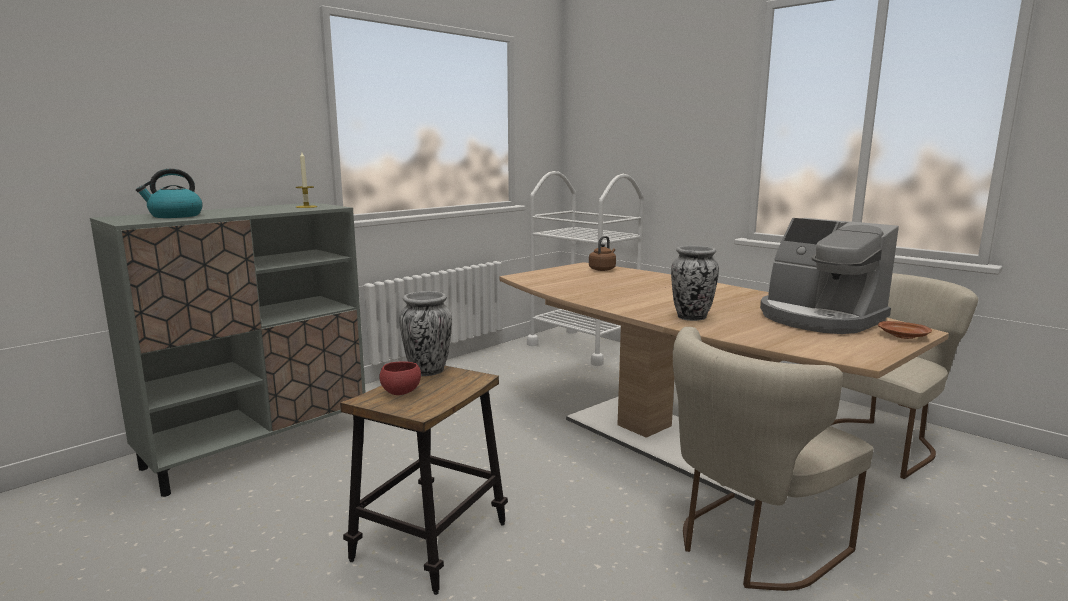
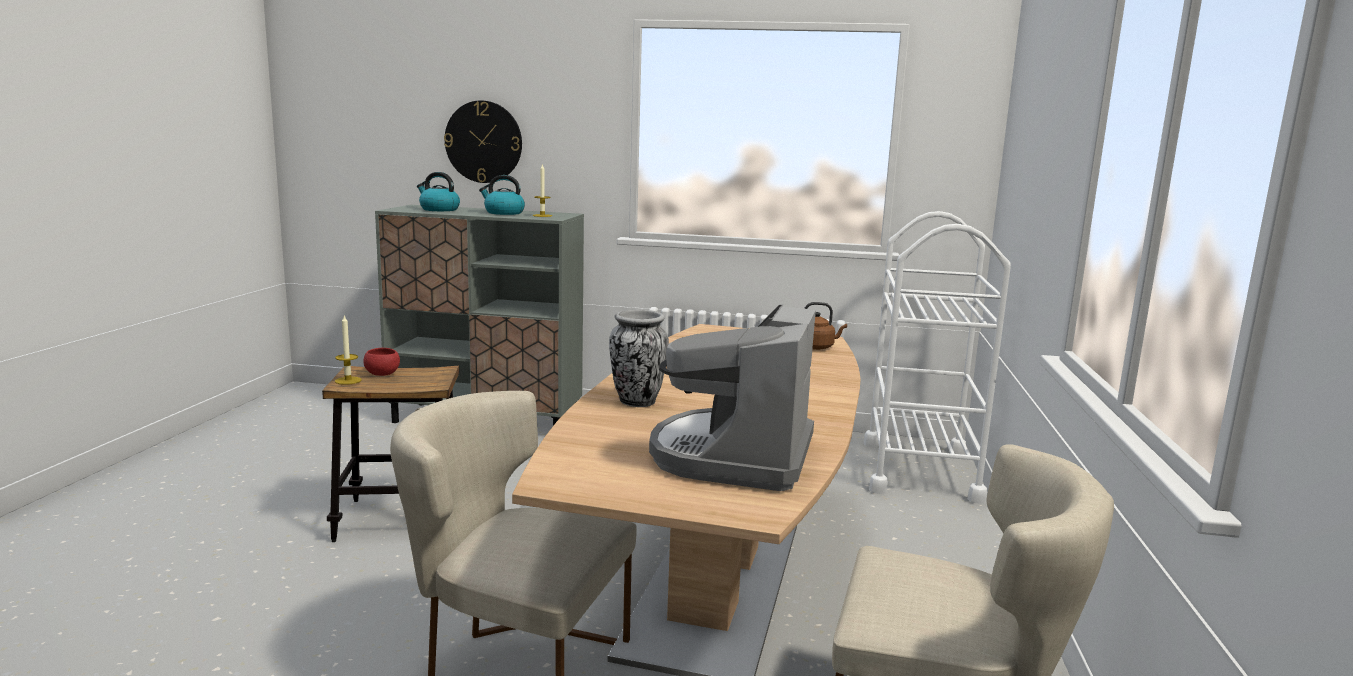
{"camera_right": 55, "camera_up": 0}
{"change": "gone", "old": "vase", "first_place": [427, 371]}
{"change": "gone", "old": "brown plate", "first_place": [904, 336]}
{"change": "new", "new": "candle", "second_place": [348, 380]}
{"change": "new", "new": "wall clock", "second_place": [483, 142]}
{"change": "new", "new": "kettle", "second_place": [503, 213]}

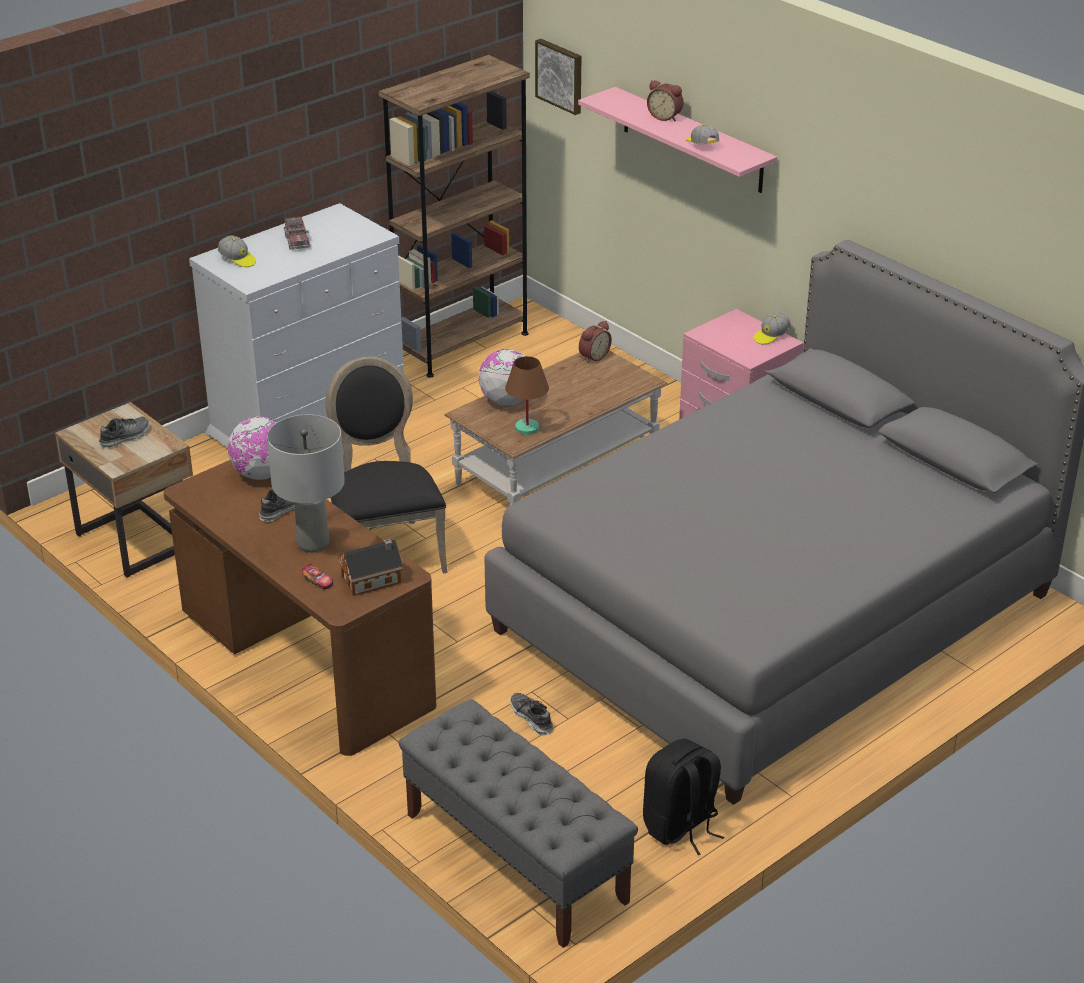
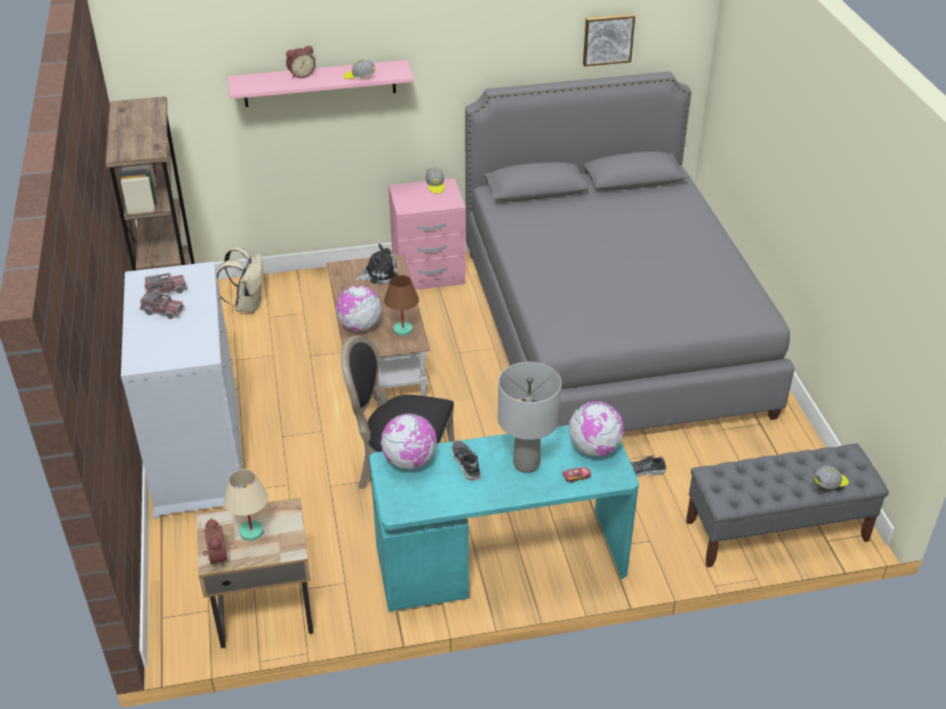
{"camera_right": -60, "camera_up": 5}
{"change": "swapped", "old": "shoe", "new": "beige table lamp", "first_place": [125, 437], "second_place": [251, 532]}
{"change": "repainted", "old": "brown desk", "new": "turquoise desk", "first_place": [304, 659], "second_place": [500, 561]}
{"change": "shifted", "old": "cap", "first_place": [237, 260], "second_place": [830, 483]}
{"change": "swapped", "old": "toy house", "new": "globe", "first_place": [374, 579], "second_place": [594, 448]}
{"change": "shifted", "old": "picture", "first_place": [560, 75], "second_place": [607, 39]}
{"change": "shifted", "old": "alarm clock", "first_place": [593, 356], "second_place": [215, 556]}
{"change": "gone", "old": "black backpack", "first_place": [681, 827]}
{"change": "new", "new": "toy truck", "second_place": [166, 290]}
{"change": "new", "new": "beige backpack", "second_place": [247, 305]}
{"change": "new", "new": "plush toy", "second_place": [379, 273]}

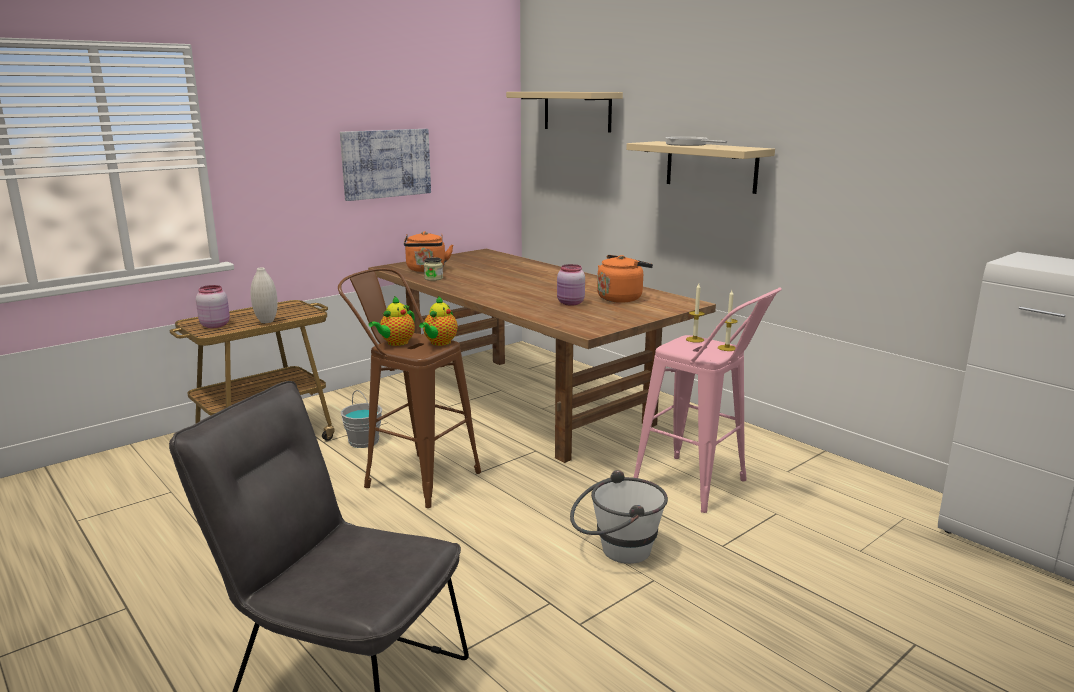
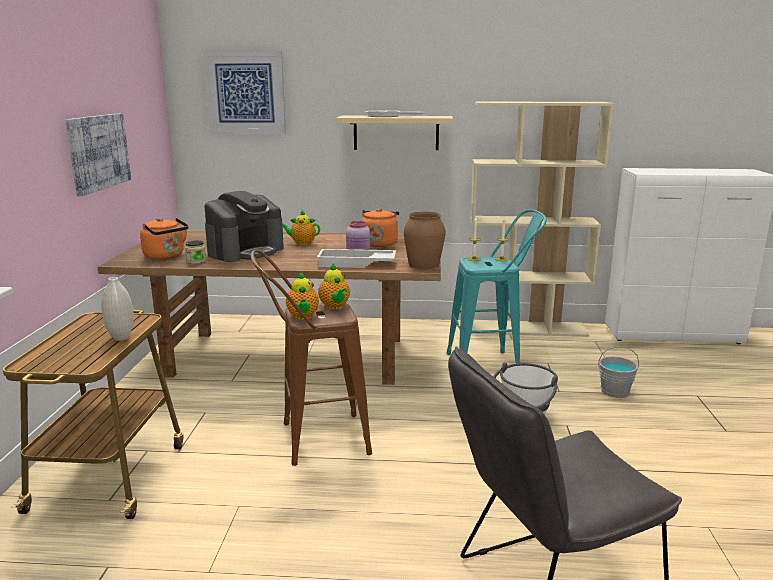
{"camera_right": -45, "camera_up": 0}
{"change": "gone", "old": "pink jar", "first_place": [215, 325]}
{"change": "shifted", "old": "grey bucket", "first_place": [364, 441], "second_place": [615, 391]}
{"change": "swapped", "old": "beige shelf", "new": "picture", "first_place": [577, 111], "second_place": [245, 92]}
{"change": "repainted", "old": "pink stool", "new": "turquoise stool", "first_place": [700, 487], "second_place": [491, 365]}
{"change": "new", "new": "coffee machine", "second_place": [246, 251]}
{"change": "new", "new": "teapot", "second_place": [301, 243]}
{"change": "new", "new": "white tray", "second_place": [356, 264]}
{"change": "new", "new": "brown vase", "second_place": [424, 264]}
{"change": "new", "new": "beige bookcase", "second_place": [526, 328]}

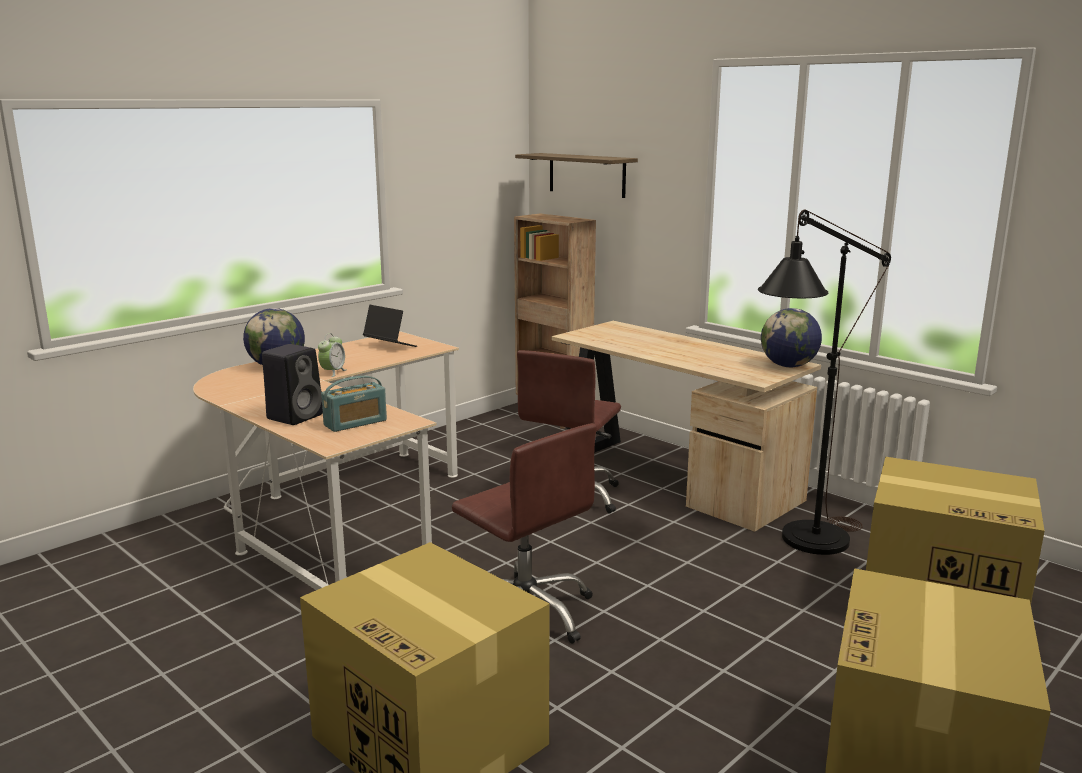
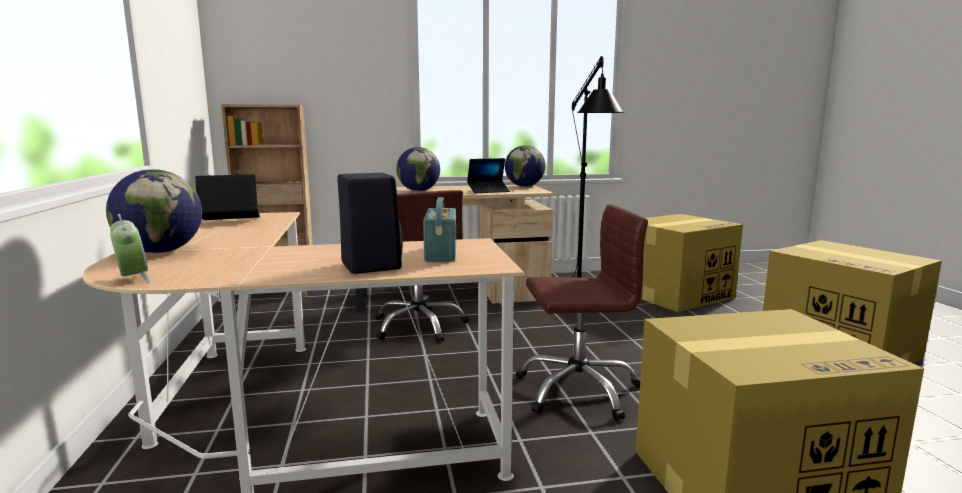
{"camera_right": -55, "camera_up": -5}
{"change": "shifted", "old": "alarm clock", "first_place": [333, 372], "second_place": [133, 279]}
{"change": "gone", "old": "shelf", "first_place": [586, 175]}
{"change": "new", "new": "globe", "second_place": [418, 191]}
{"change": "new", "new": "laptop", "second_place": [488, 191]}

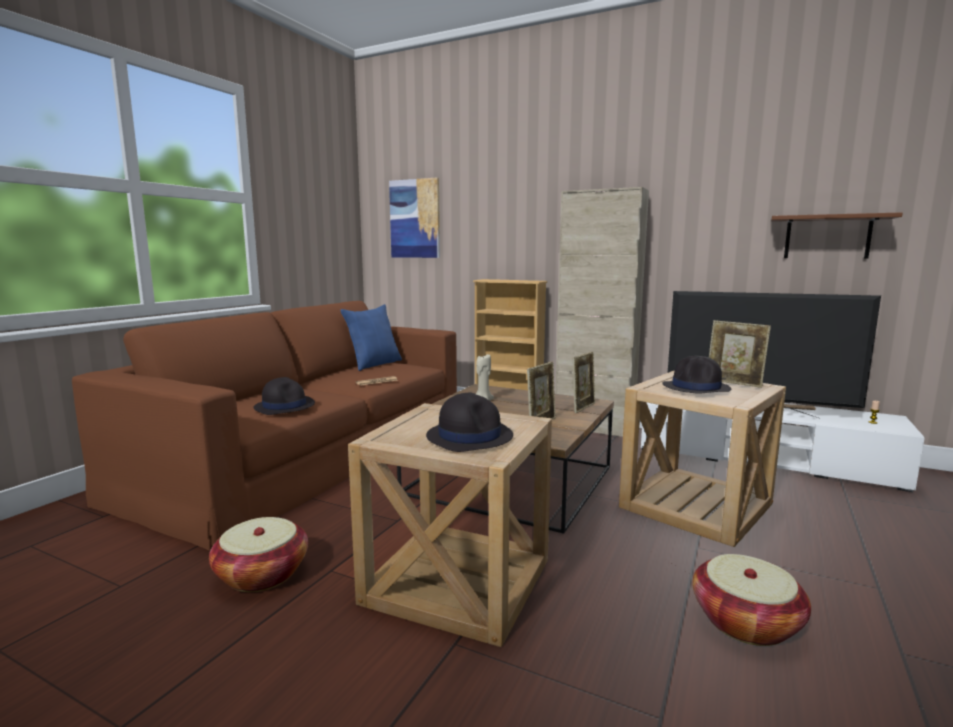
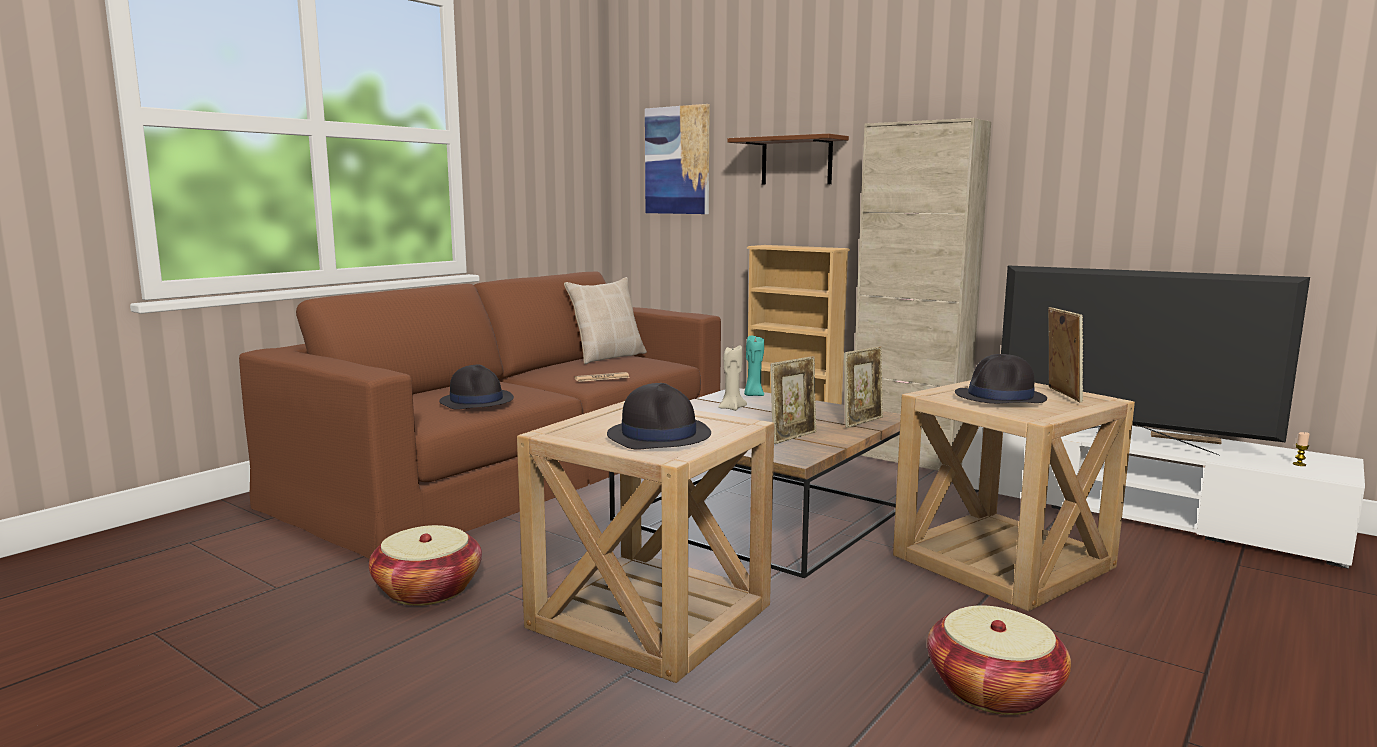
{"camera_right": 10, "camera_up": 0}
{"change": "repainted", "old": "blue pillow", "new": "beige pillow", "first_place": [374, 364], "second_place": [607, 357]}
{"change": "rotated", "old": "picture frame", "first_place": [734, 383], "second_place": [1061, 394], "degrees": -135}
{"change": "shifted", "old": "brown shelf", "first_place": [827, 237], "second_place": [796, 161]}
{"change": "new", "new": "turquoise candle", "second_place": [753, 395]}

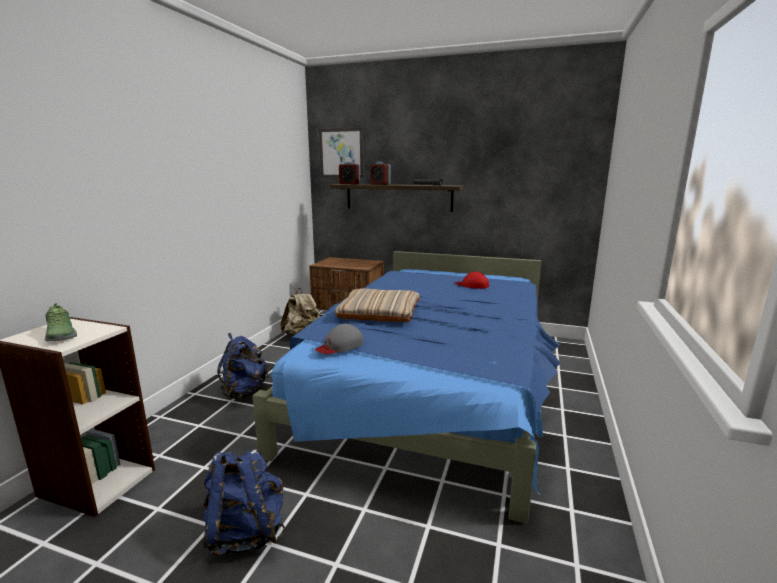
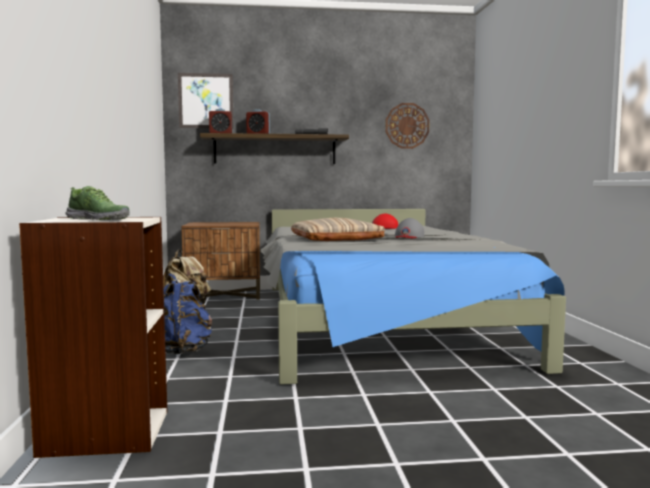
{"camera_right": -25, "camera_up": -10}
{"change": "gone", "old": "blue backpack", "first_place": [246, 533]}
{"change": "repainted", "old": "blue bed", "new": "grey bed", "first_place": [433, 382], "second_place": [376, 320]}
{"change": "shifted", "old": "grey cap", "first_place": [340, 345], "second_place": [408, 236]}
{"change": "new", "new": "wall clock", "second_place": [407, 126]}

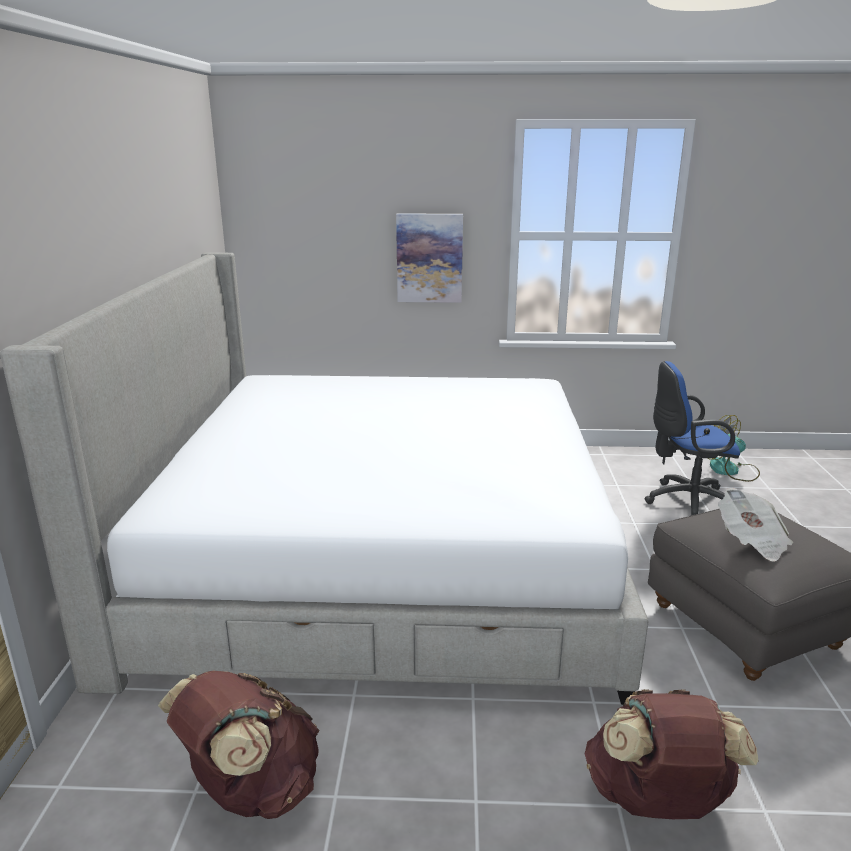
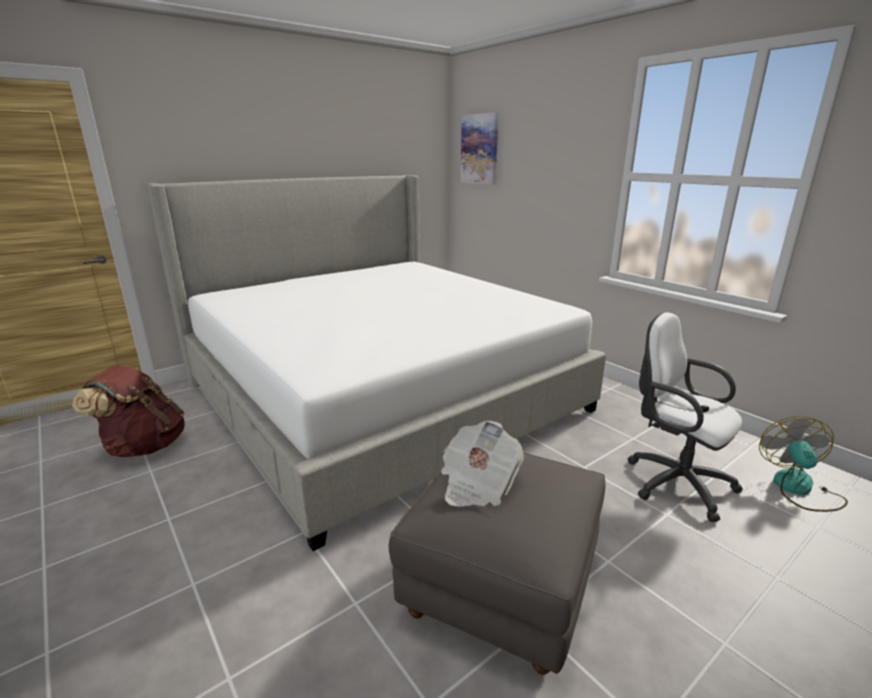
{"camera_right": 50, "camera_up": 0}
{"change": "shifted", "old": "picture", "first_place": [429, 258], "second_place": [479, 149]}
{"change": "gone", "old": "brown backpack", "first_place": [656, 801]}
{"change": "repainted", "old": "blue office chair", "new": "white office chair", "first_place": [685, 502], "second_place": [673, 481]}

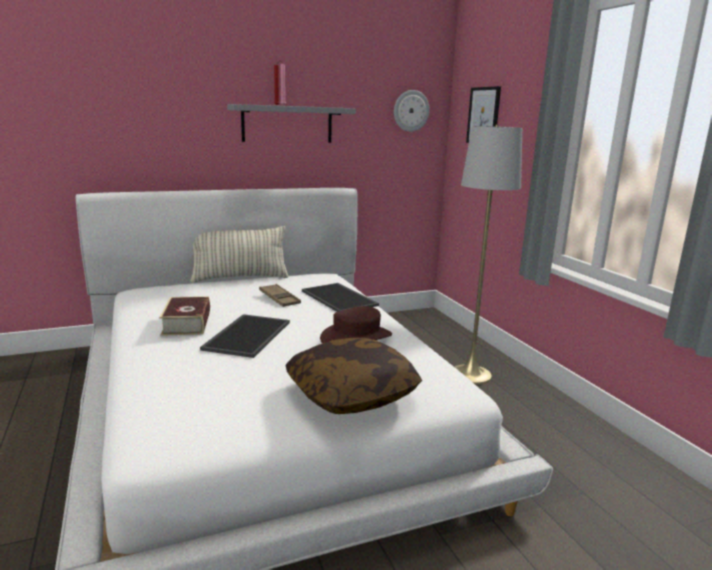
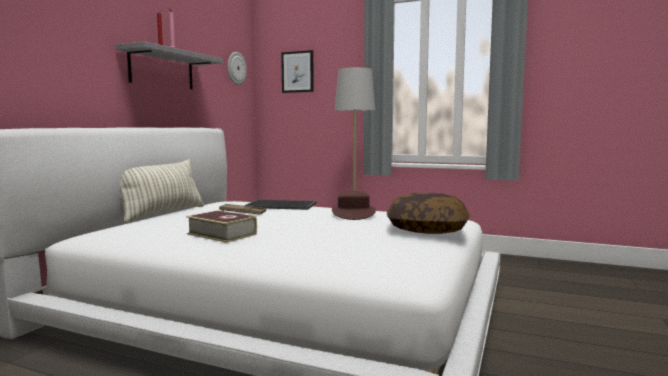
{"camera_right": -45, "camera_up": -10}
{"change": "gone", "old": "tray", "first_place": [246, 335]}

